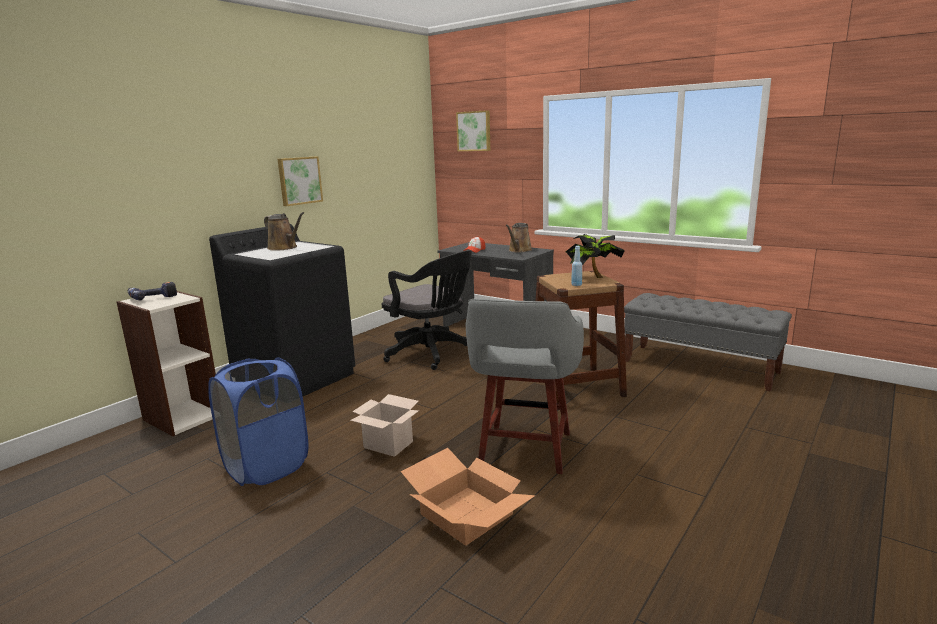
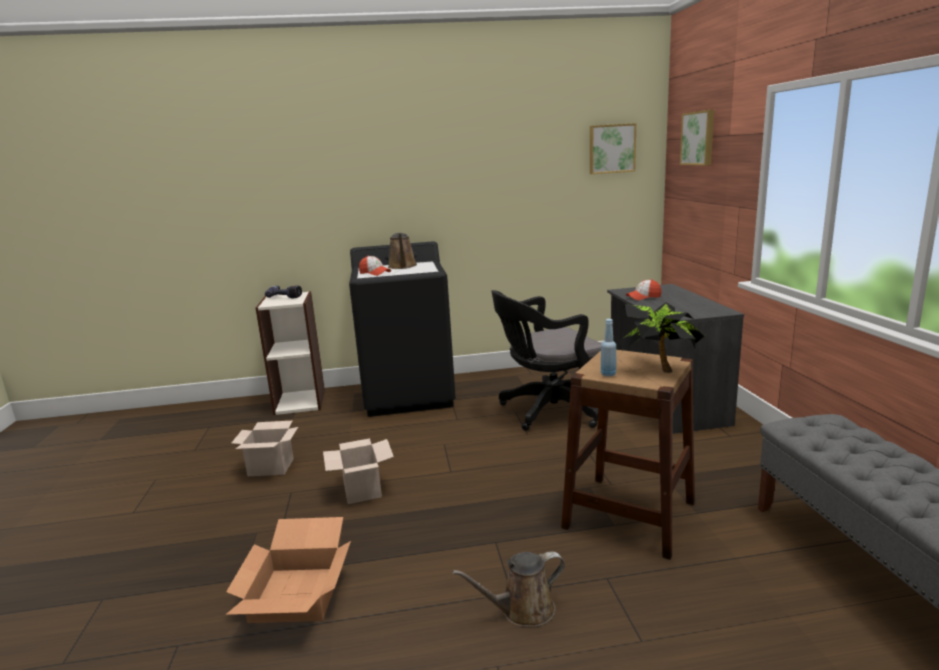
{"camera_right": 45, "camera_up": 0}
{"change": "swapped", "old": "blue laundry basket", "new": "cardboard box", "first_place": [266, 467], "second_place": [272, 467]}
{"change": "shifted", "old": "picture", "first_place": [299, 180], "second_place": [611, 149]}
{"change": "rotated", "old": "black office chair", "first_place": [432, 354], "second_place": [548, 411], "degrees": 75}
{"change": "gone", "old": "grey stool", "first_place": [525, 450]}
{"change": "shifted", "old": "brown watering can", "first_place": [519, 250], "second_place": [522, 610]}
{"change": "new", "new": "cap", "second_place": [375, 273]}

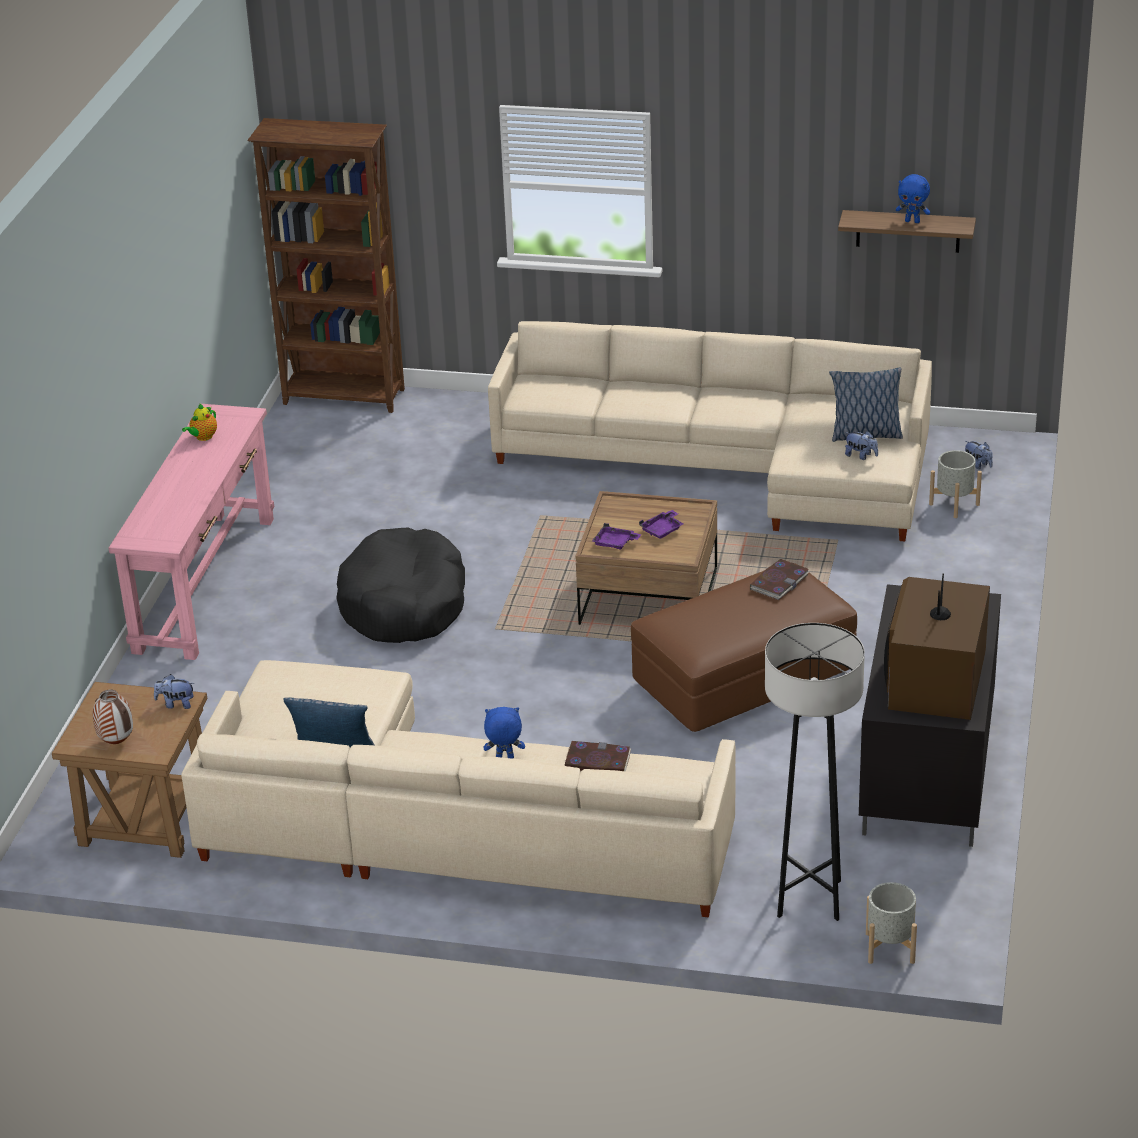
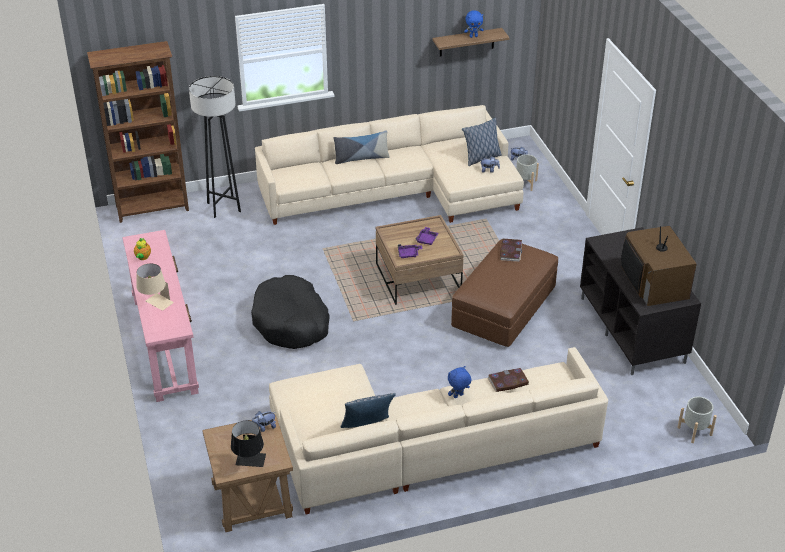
{"camera_right": -30, "camera_up": 5}
{"change": "swapped", "old": "vase", "new": "black table lamp", "first_place": [116, 742], "second_place": [249, 464]}
{"change": "shifted", "old": "grey floor lamp", "first_place": [809, 899], "second_place": [224, 207]}
{"change": "new", "new": "beige table lamp", "second_place": [155, 304]}
{"change": "new", "new": "pillow", "second_place": [361, 158]}

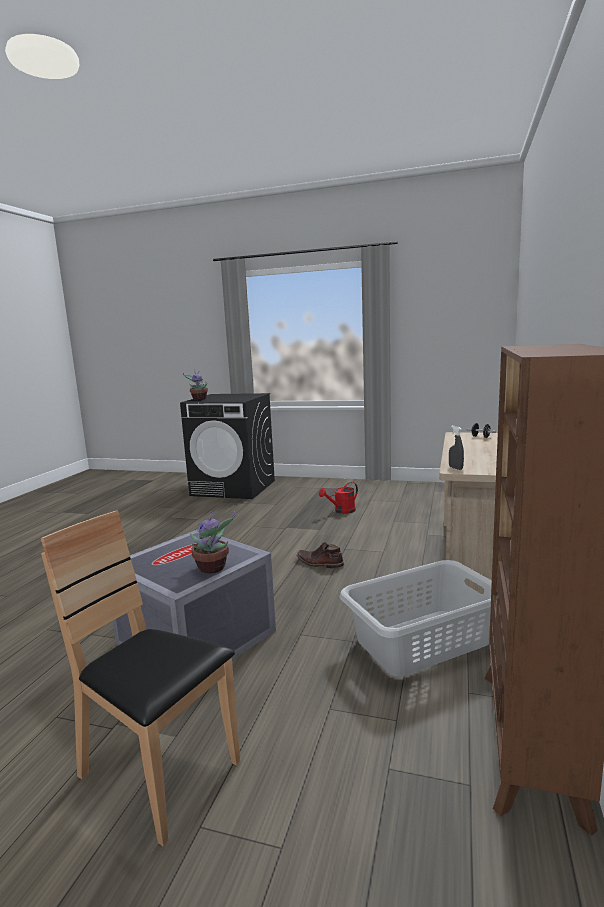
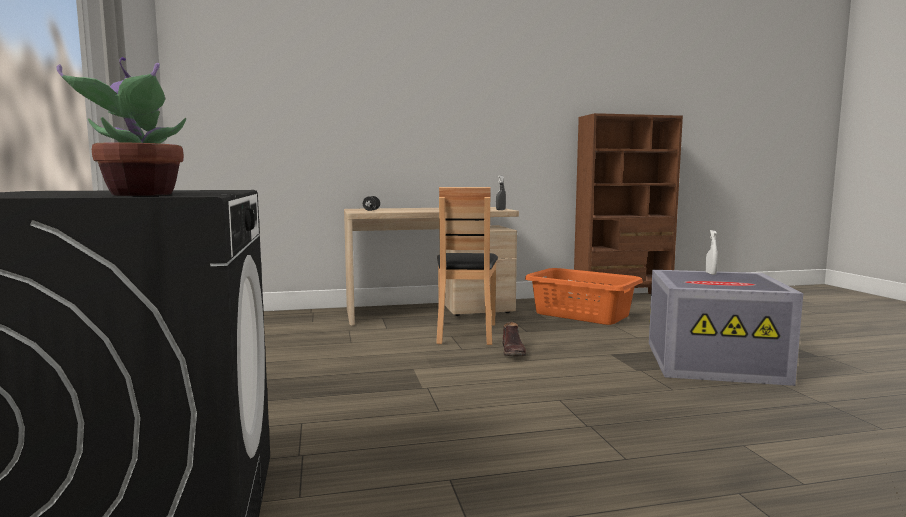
{"camera_right": -120, "camera_up": -5}
{"change": "shifted", "old": "brown chair", "first_place": [158, 772], "second_place": [465, 333]}
{"change": "swapped", "old": "potted plant", "new": "white spray bottle", "first_place": [213, 568], "second_place": [710, 273]}
{"change": "gone", "old": "red watering can", "first_place": [341, 511]}
{"change": "repainted", "old": "grey laundry basket", "new": "orange laundry basket", "first_place": [424, 641], "second_place": [581, 314]}

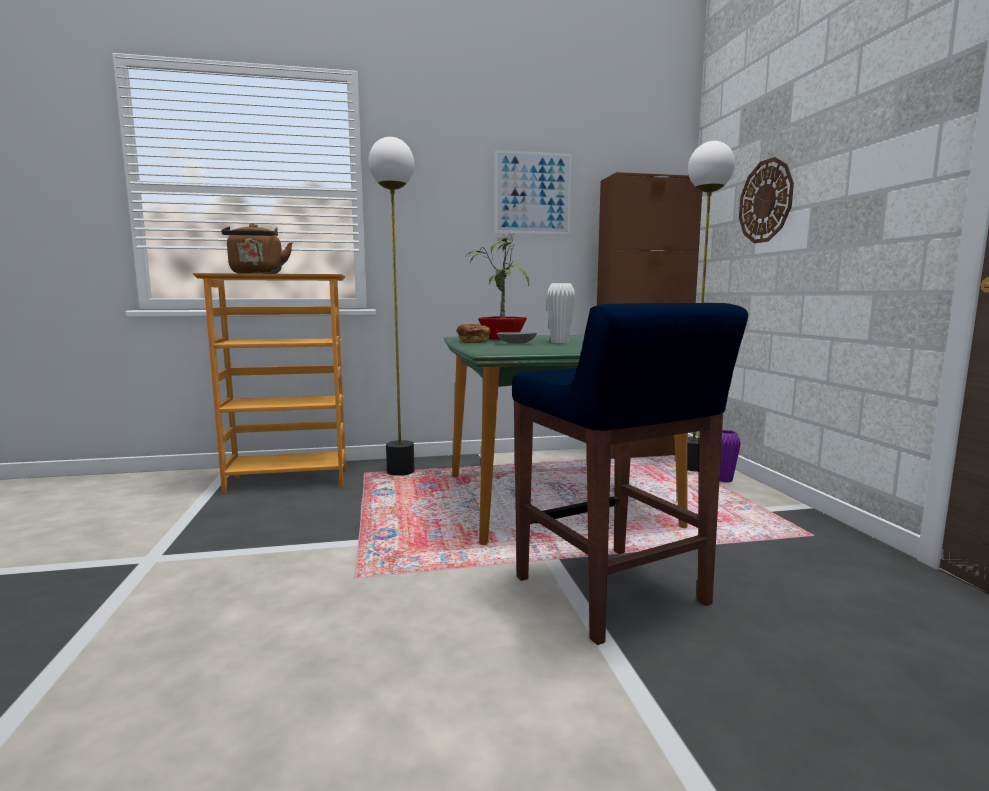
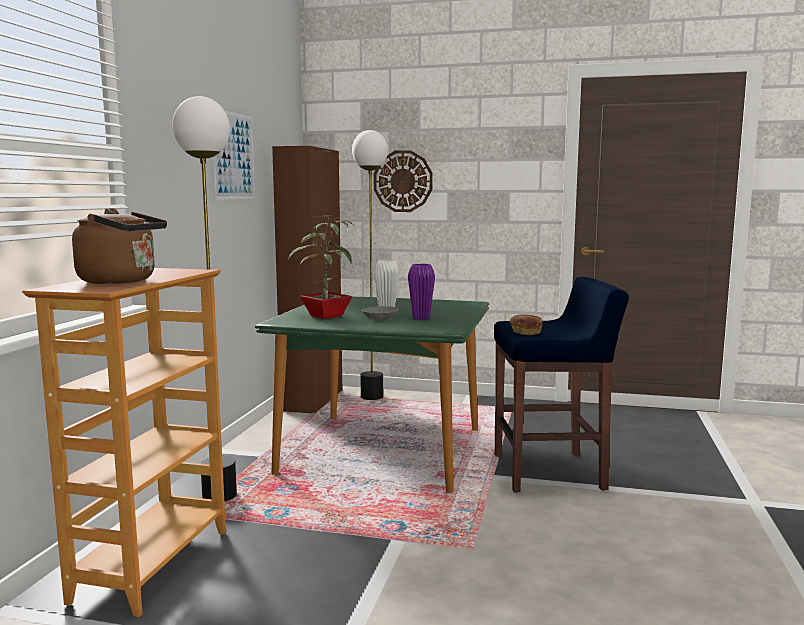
{"camera_right": -65, "camera_up": 0}
{"change": "shifted", "old": "bread", "first_place": [472, 342], "second_place": [525, 332]}
{"change": "shifted", "old": "purple vase", "first_place": [724, 480], "second_place": [421, 318]}

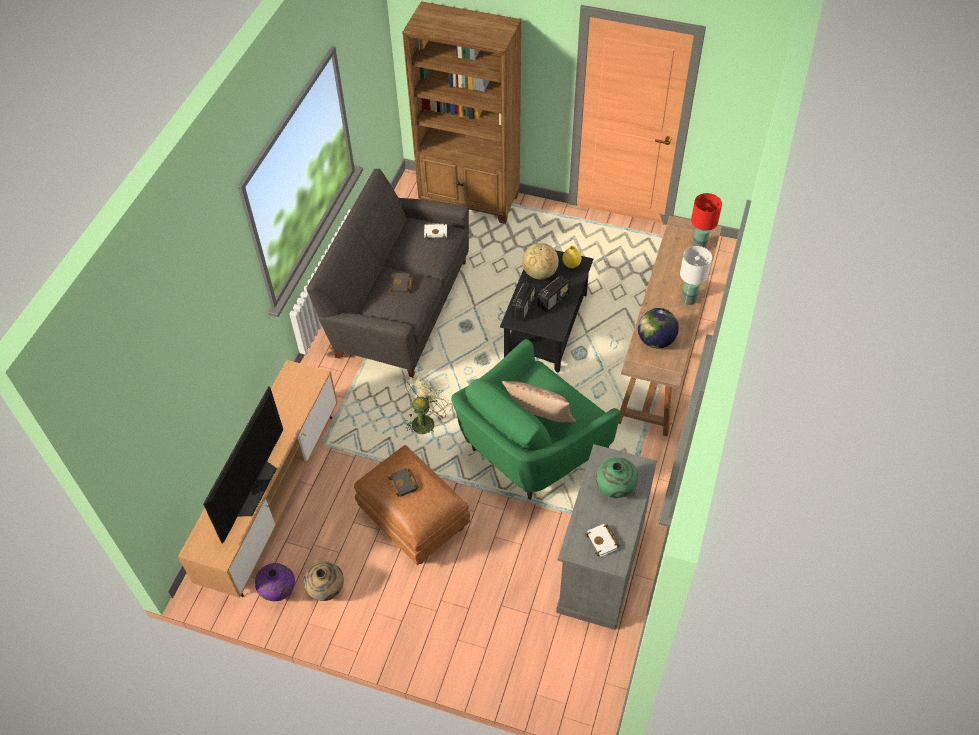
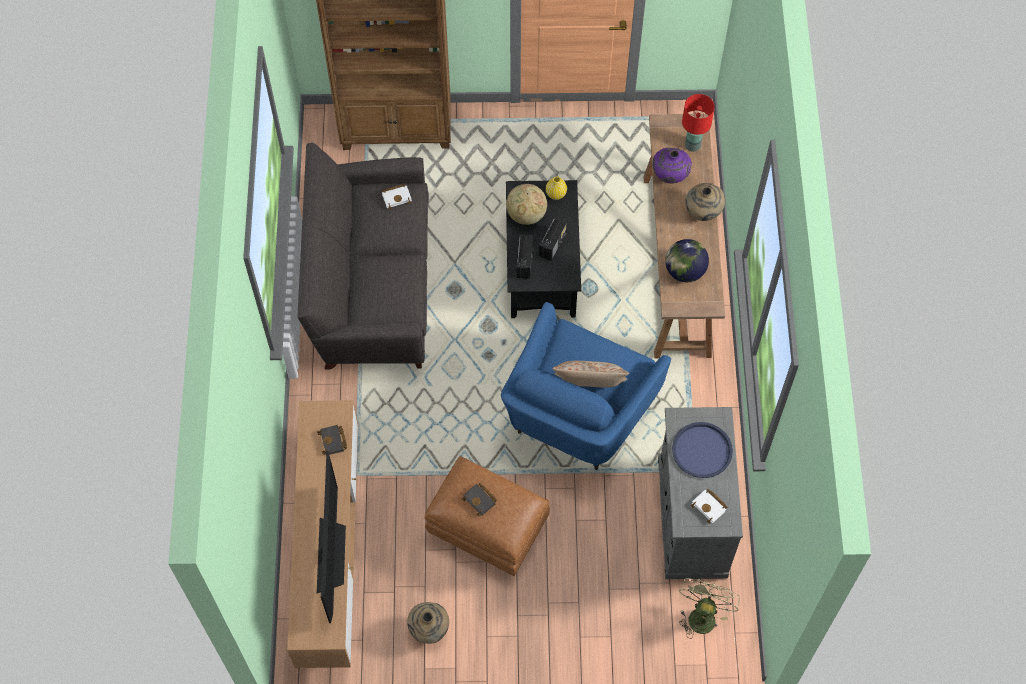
{"camera_right": -20, "camera_up": 10}
{"change": "shifted", "old": "purple vase", "first_place": [278, 591], "second_place": [669, 176]}
{"change": "shifted", "old": "black book", "first_place": [402, 285], "second_place": [333, 441]}
{"change": "shifted", "old": "green fan", "first_place": [426, 420], "second_place": [702, 614]}
{"change": "repainted", "old": "green armchair", "new": "blue armchair", "first_place": [530, 449], "second_place": [577, 414]}
{"change": "swapped", "old": "green vase", "new": "blue tray", "first_place": [614, 490], "second_place": [702, 450]}
{"change": "swapped", "old": "white table lamp", "new": "beige vase", "first_place": [688, 300], "second_place": [702, 213]}

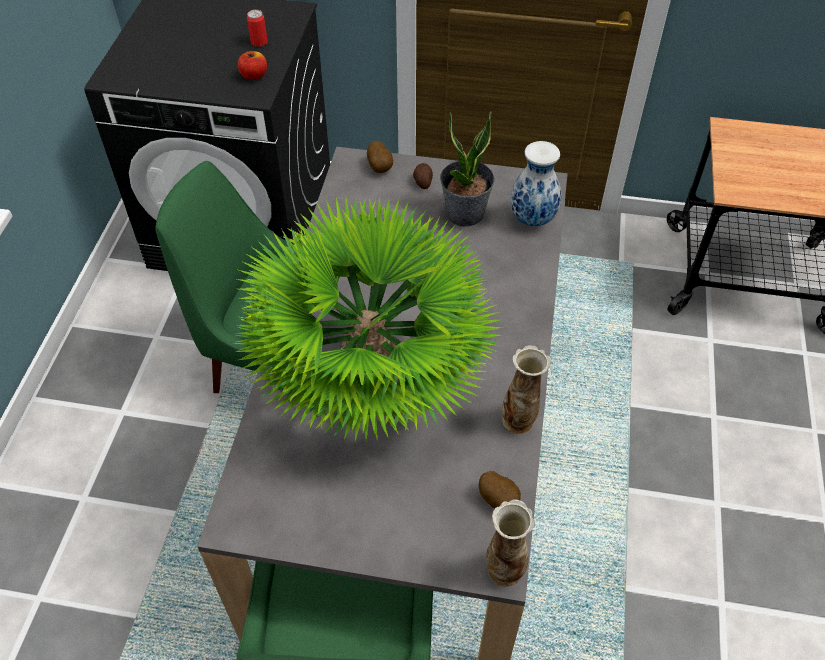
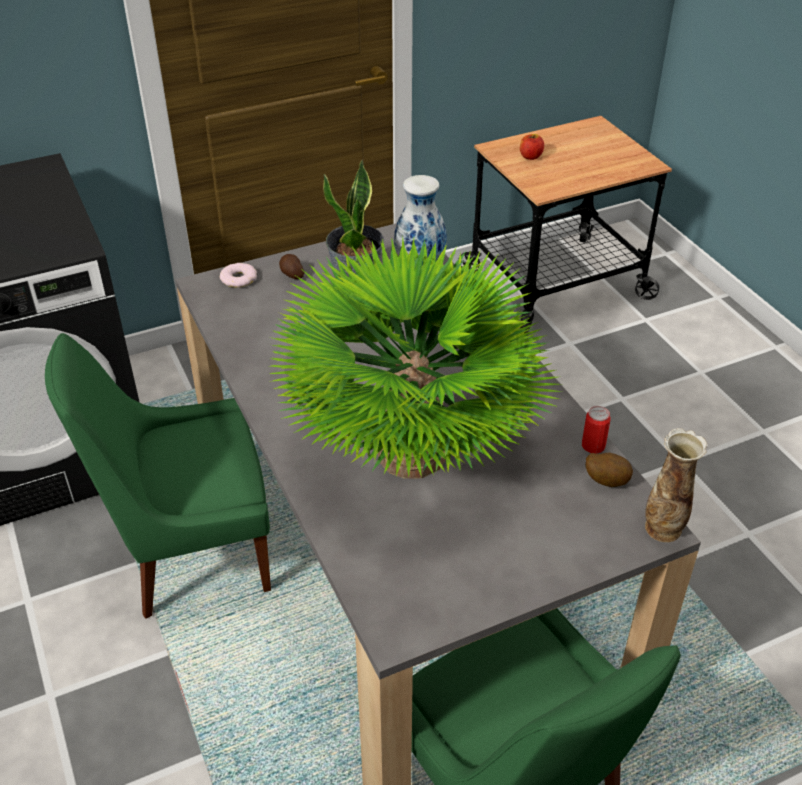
{"camera_right": -35, "camera_up": -10}
{"change": "shifted", "old": "apple", "first_place": [254, 76], "second_place": [530, 156]}
{"change": "shifted", "old": "can", "first_place": [259, 42], "second_place": [593, 446]}
{"change": "swapped", "old": "potato", "new": "donut", "first_place": [380, 167], "second_place": [239, 279]}
{"change": "gone", "old": "vase", "first_place": [519, 421]}

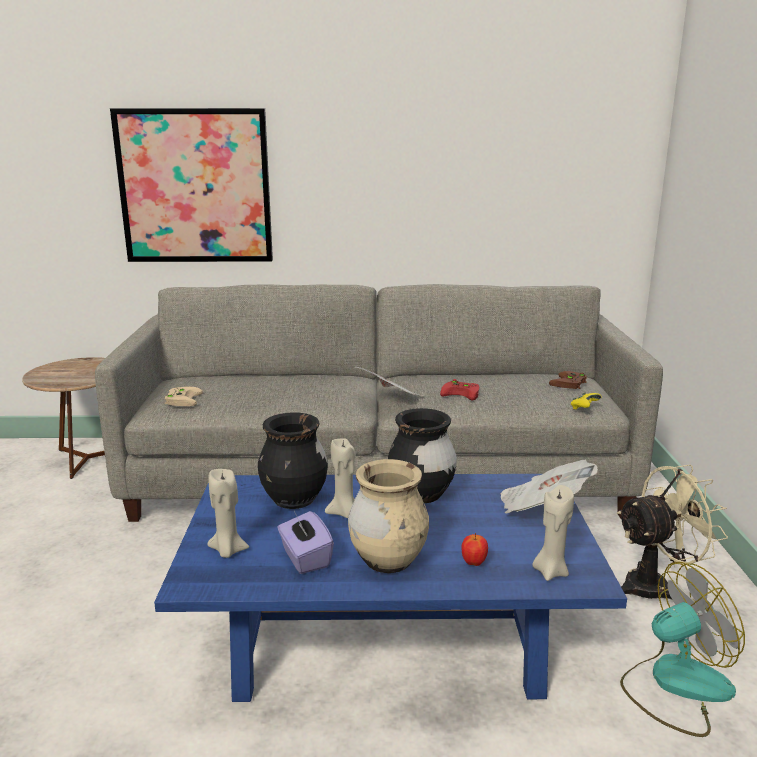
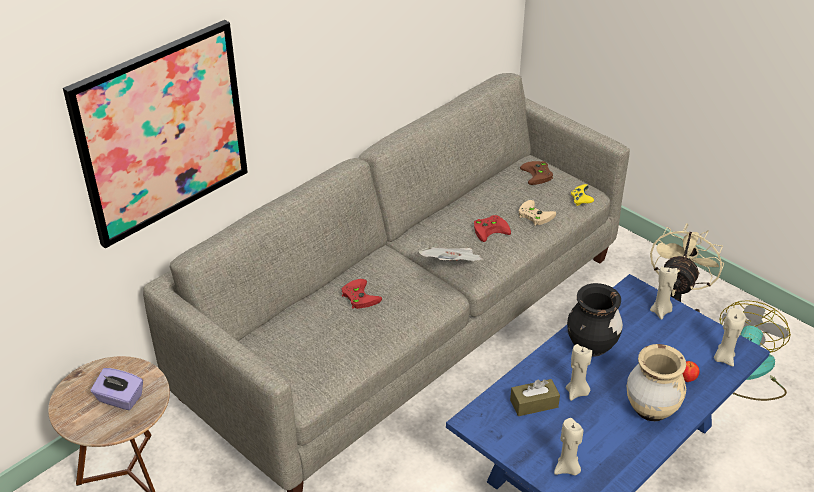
{"camera_right": -45, "camera_up": 20}
{"change": "shifted", "old": "beige game controller", "first_place": [182, 399], "second_place": [534, 215]}
{"change": "swapped", "old": "black vase", "new": "brown tissue box", "first_place": [294, 500], "second_place": [534, 404]}
{"change": "shifted", "old": "purple tissue box", "first_place": [305, 558], "second_place": [120, 399]}
{"change": "swapped", "old": "newspaper", "new": "beige candle", "first_place": [542, 508], "second_place": [661, 311]}
{"change": "new", "new": "red game controller", "second_place": [358, 296]}

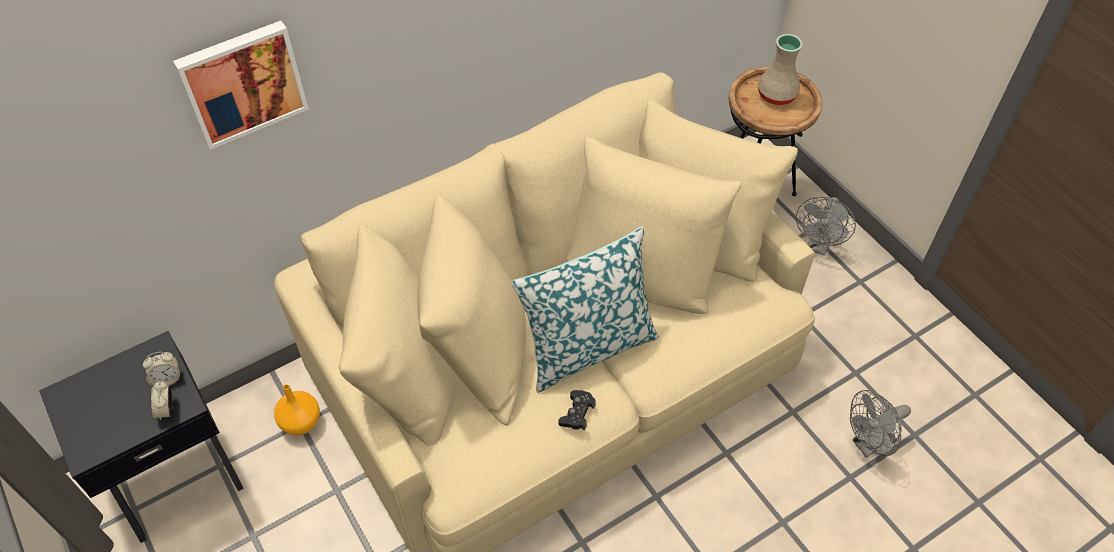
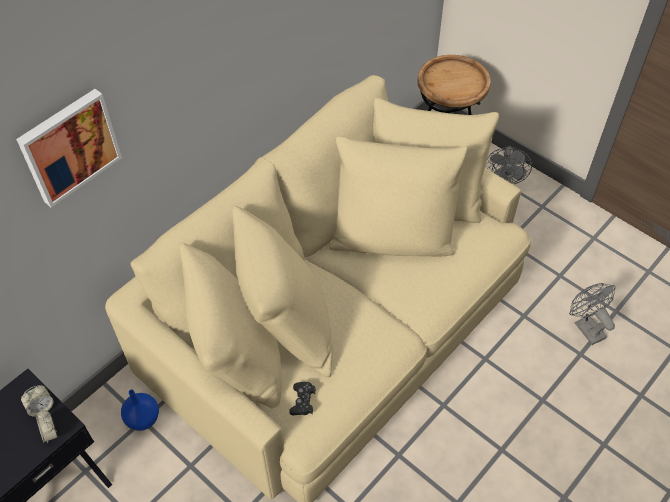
{"camera_right": -15, "camera_up": 0}
{"change": "repainted", "old": "orange vase", "new": "blue vase", "first_place": [301, 422], "second_place": [142, 418]}
{"change": "gone", "old": "pillow", "first_place": [587, 346]}
{"change": "shifted", "old": "black game controller", "first_place": [577, 413], "second_place": [302, 401]}
{"change": "gone", "old": "beige vase", "first_place": [777, 94]}
{"change": "rotated", "old": "grey fan", "first_place": [868, 445], "second_place": [586, 327], "degrees": 105}

